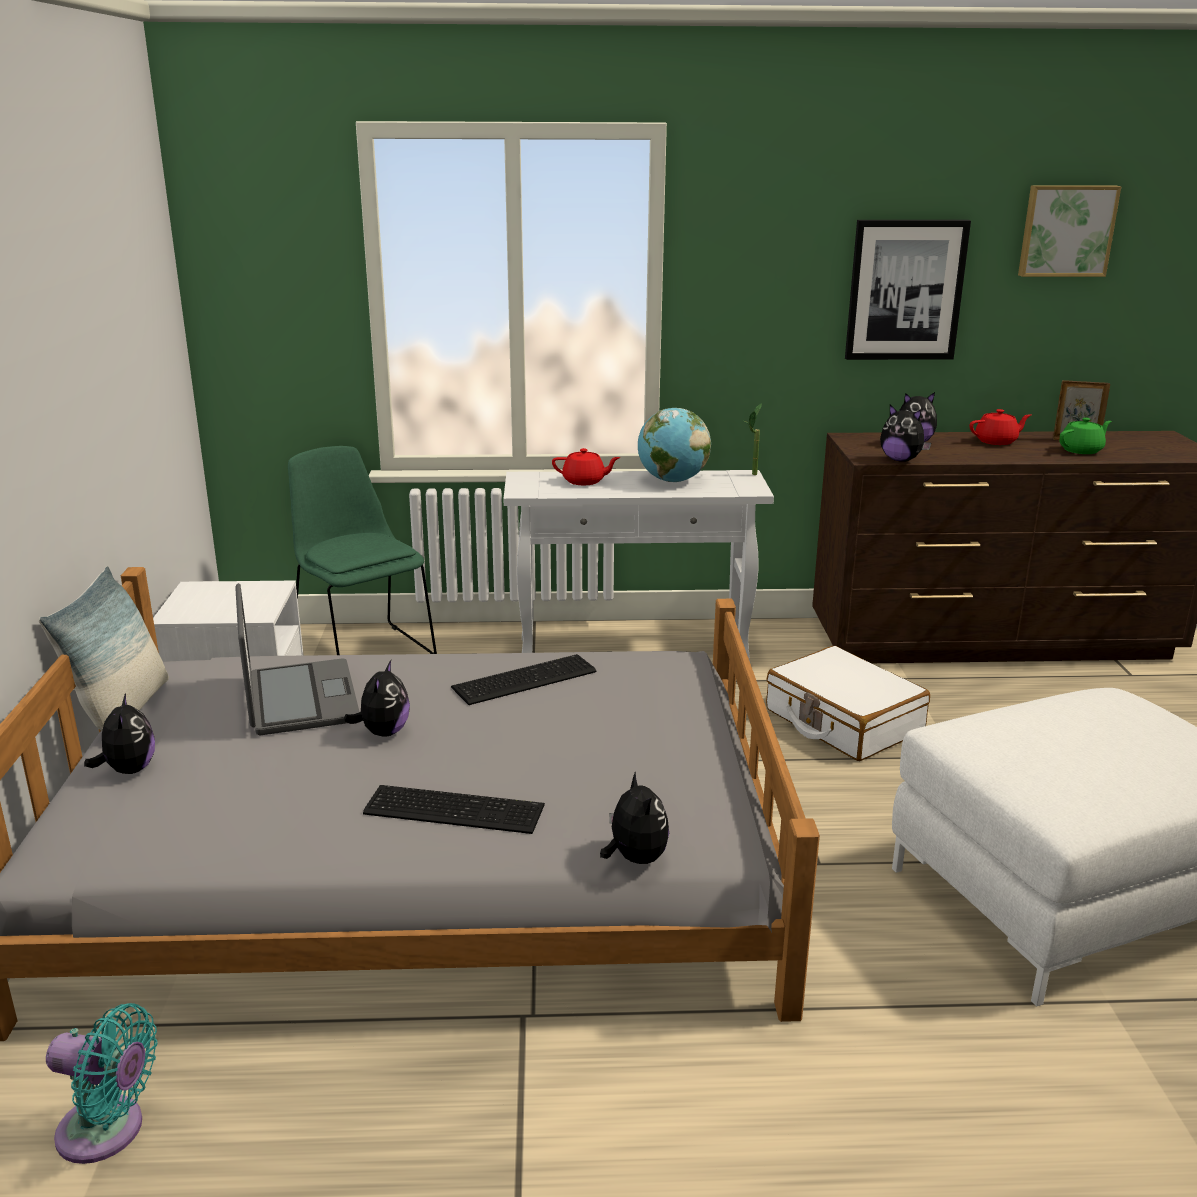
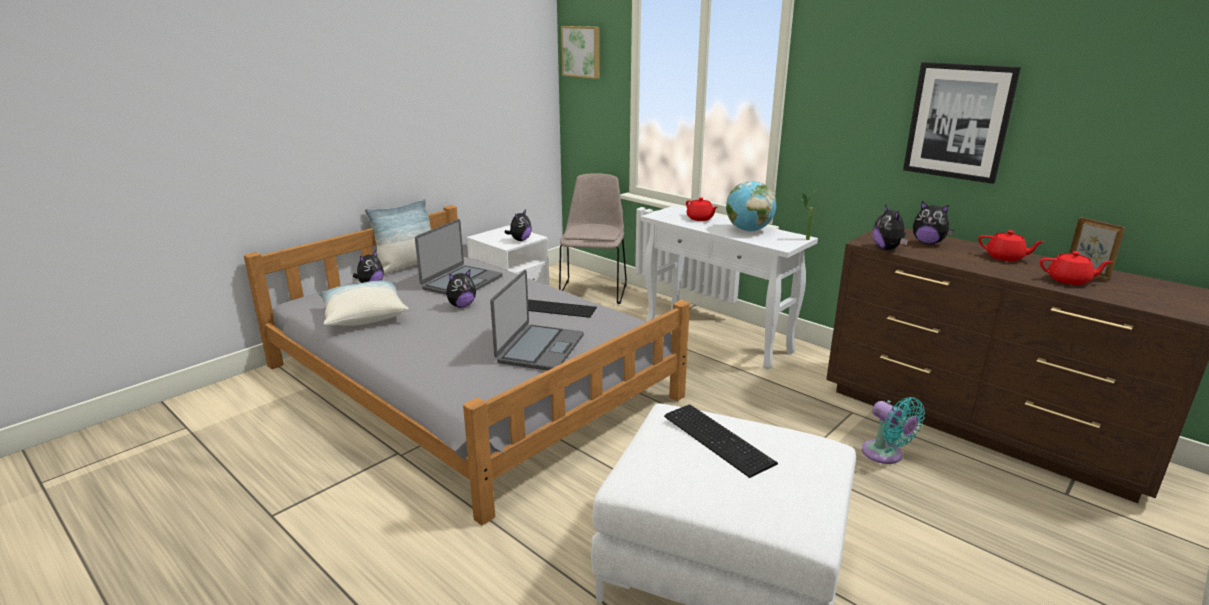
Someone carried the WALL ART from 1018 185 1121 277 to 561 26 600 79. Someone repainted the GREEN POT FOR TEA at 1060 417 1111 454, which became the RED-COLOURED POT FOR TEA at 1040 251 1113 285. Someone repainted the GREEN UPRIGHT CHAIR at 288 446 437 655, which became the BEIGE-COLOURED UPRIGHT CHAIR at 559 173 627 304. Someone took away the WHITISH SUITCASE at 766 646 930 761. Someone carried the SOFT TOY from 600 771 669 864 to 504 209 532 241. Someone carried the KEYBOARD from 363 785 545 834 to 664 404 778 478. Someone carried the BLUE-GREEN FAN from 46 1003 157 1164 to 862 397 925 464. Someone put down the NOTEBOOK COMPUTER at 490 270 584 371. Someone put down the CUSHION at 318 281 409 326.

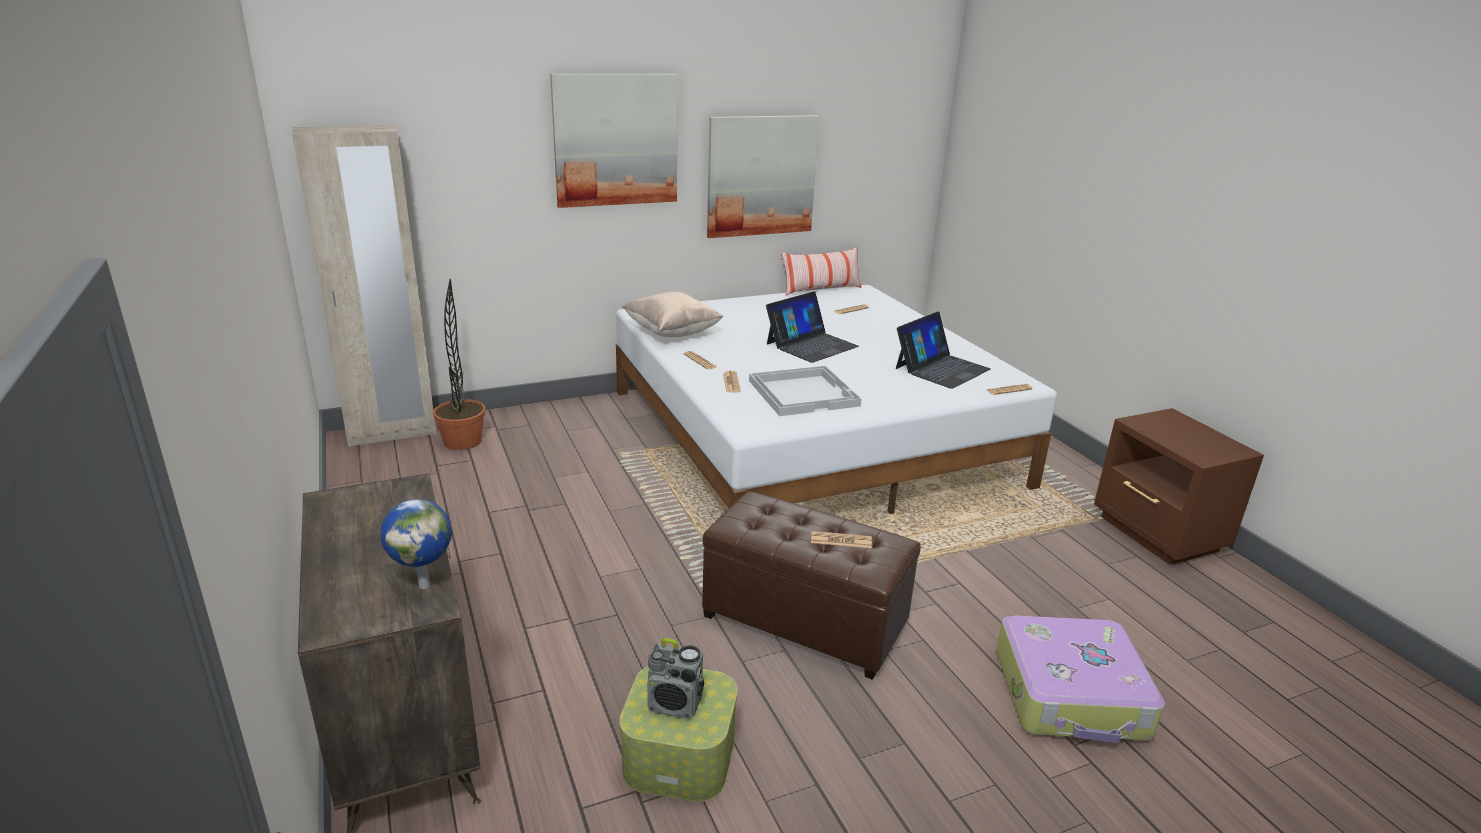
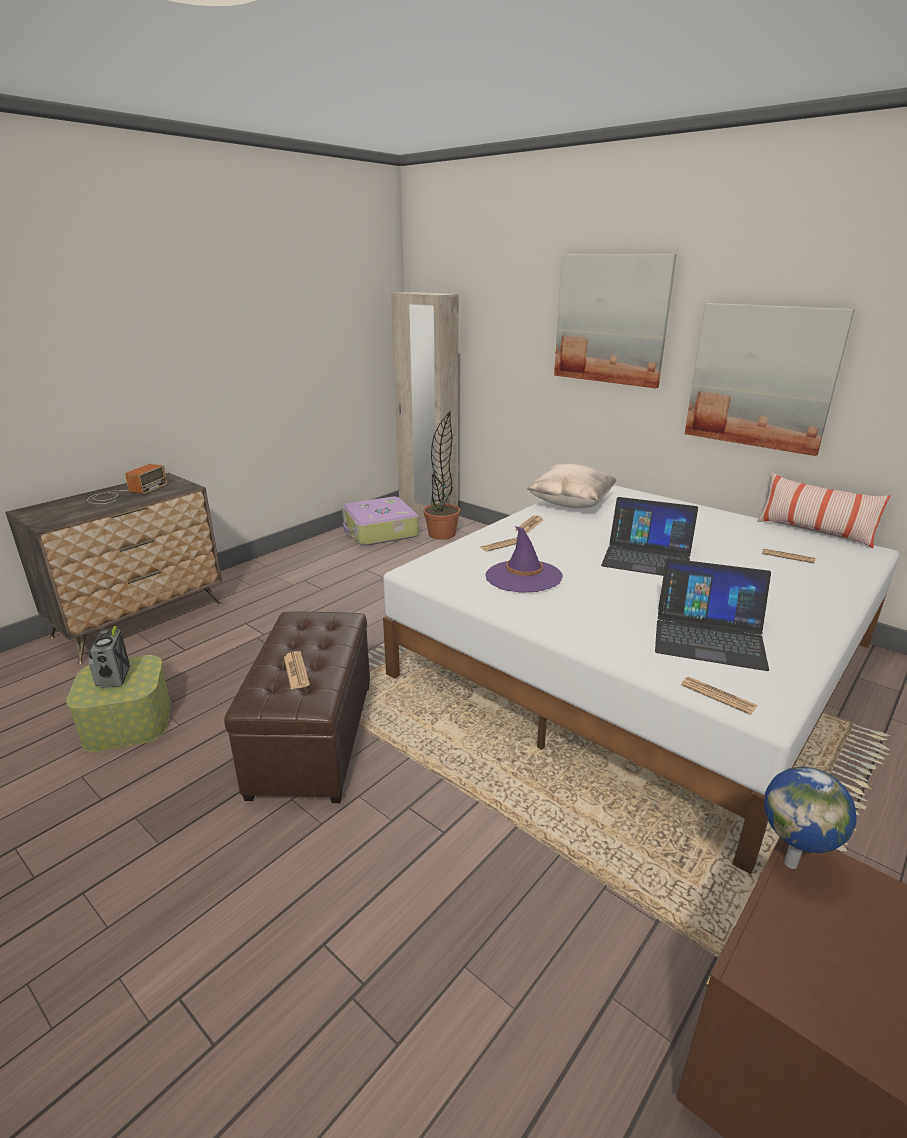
Someone swapped the WHITISH TRAY at 749 366 862 416 for the PURPLE-COLOURED CLOTHING HAT at 485 526 563 593. Someone carried the GLOBE from 381 499 452 589 to 764 766 856 869. Someone carried the SUITCASE from 996 616 1165 743 to 342 497 419 546. Someone put down the RADIO at 87 464 167 504.

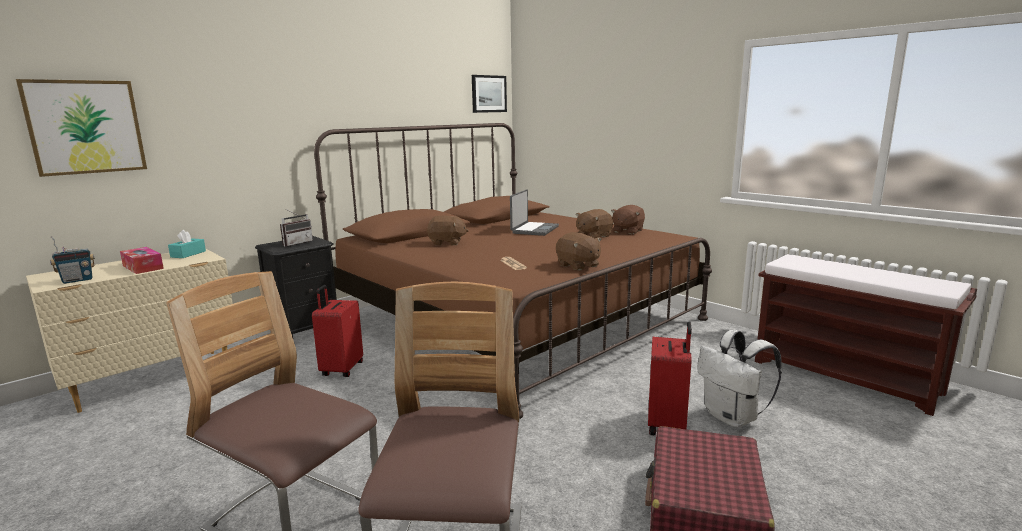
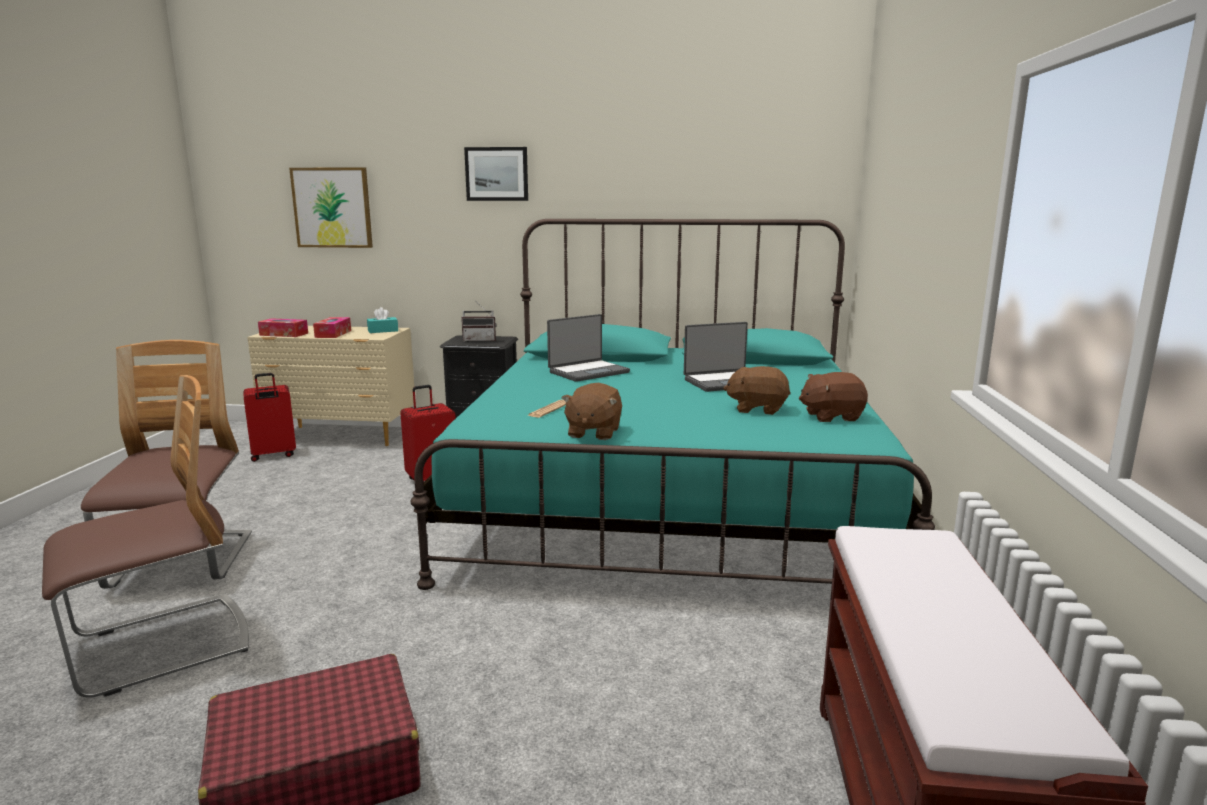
Someone carried the WALL ART from 472 75 507 113 to 464 147 528 201. Someone repainted the BROWNISH BED at 314 123 712 419, which became the BLUE-GREEN BED at 410 219 935 590. Someone swapped the BROWNISH SOFT TOY at 427 215 469 245 for the NOTEBOOK COMPUTER at 547 314 630 382. Someone swapped the RADIO at 50 236 95 284 for the TISSUE BOX at 258 318 308 337. Someone carried the RED-COLOURED SUITCASE from 648 322 692 435 to 244 373 296 462. Someone took away the WHITISH BACKPACK at 697 330 782 427.

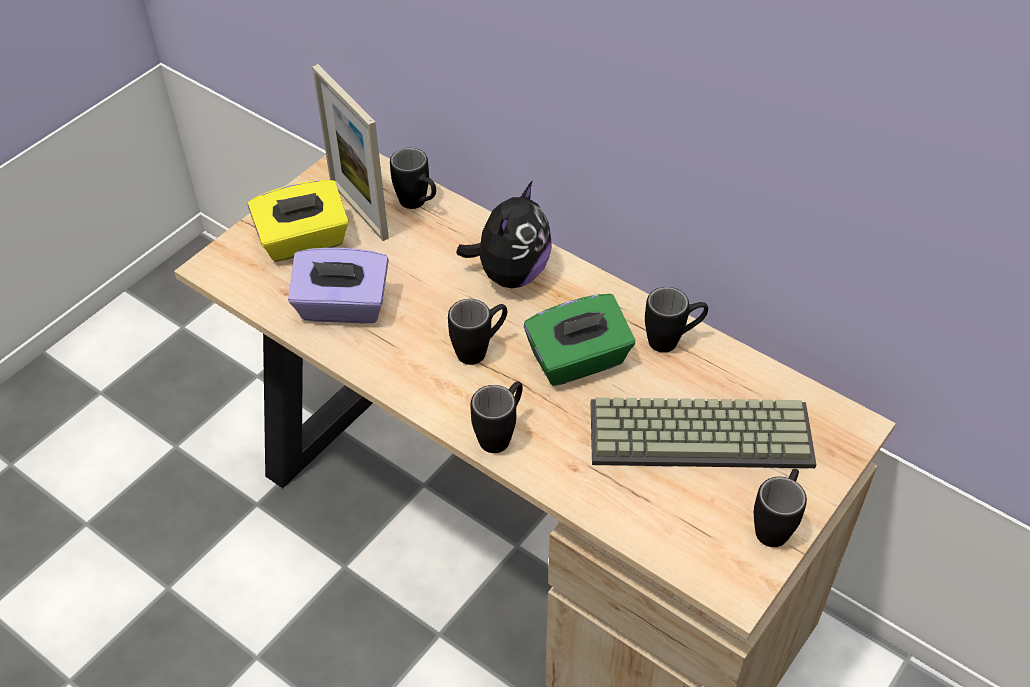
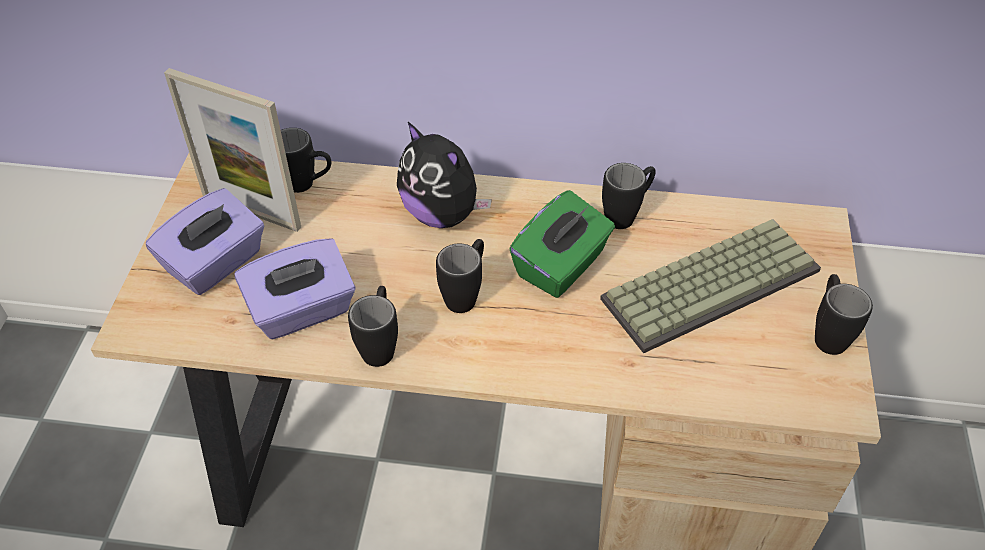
Someone repainted the YELLOW TISSUE BOX at 248 180 349 262, which became the PURPLE-COLOURED TISSUE BOX at 146 188 264 295. Someone rotated the SOFT TOY at 456 180 552 288 by 135 degrees clockwise. Someone carried the BLACK COFFEE MUG from 471 381 523 453 to 348 286 398 367.

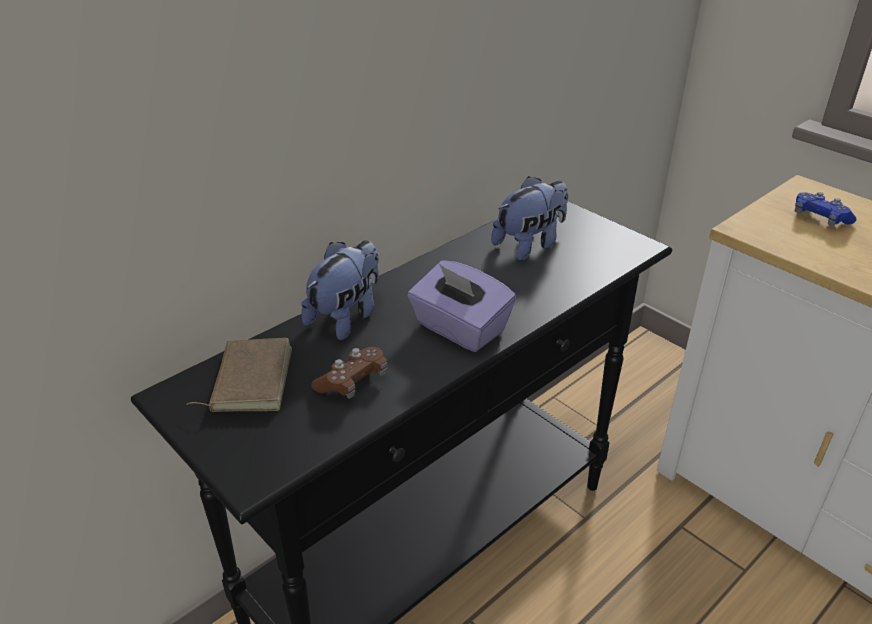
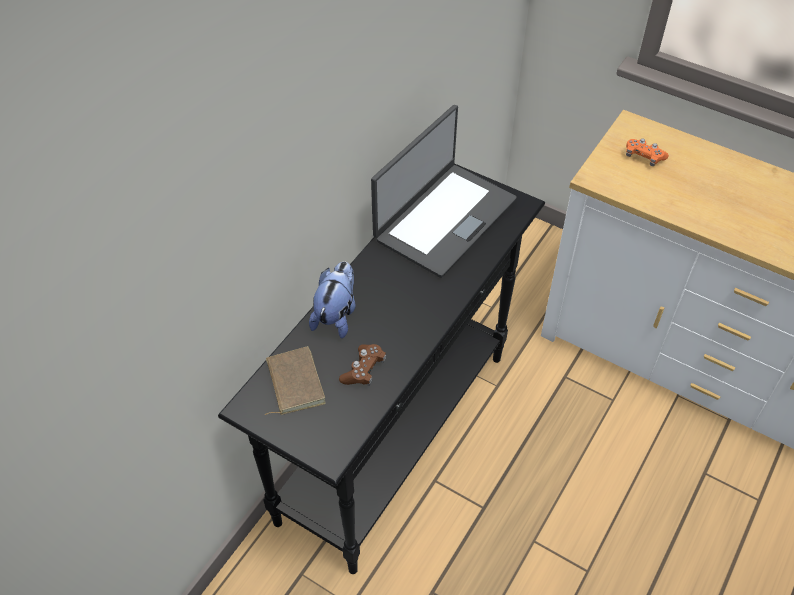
Someone swapped the SOFT TOY at 491 176 568 261 for the NOTEBOOK COMPUTER at 371 105 517 278. Someone repainted the BLUISH GAMEPAD at 795 192 856 226, which became the ORANGE-COLOURED GAMEPAD at 626 138 669 166. Someone took away the PURPLE-COLOURED TISSUE BOX at 408 260 516 352.

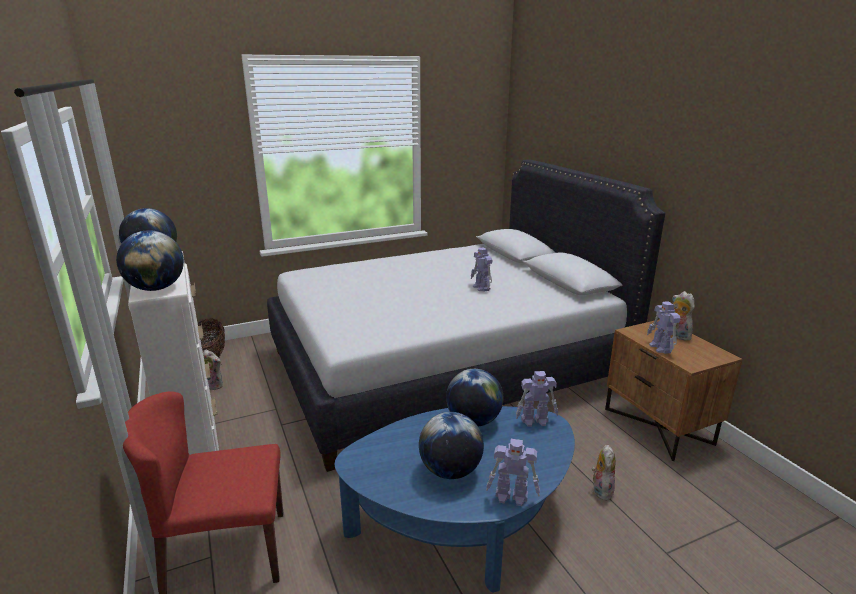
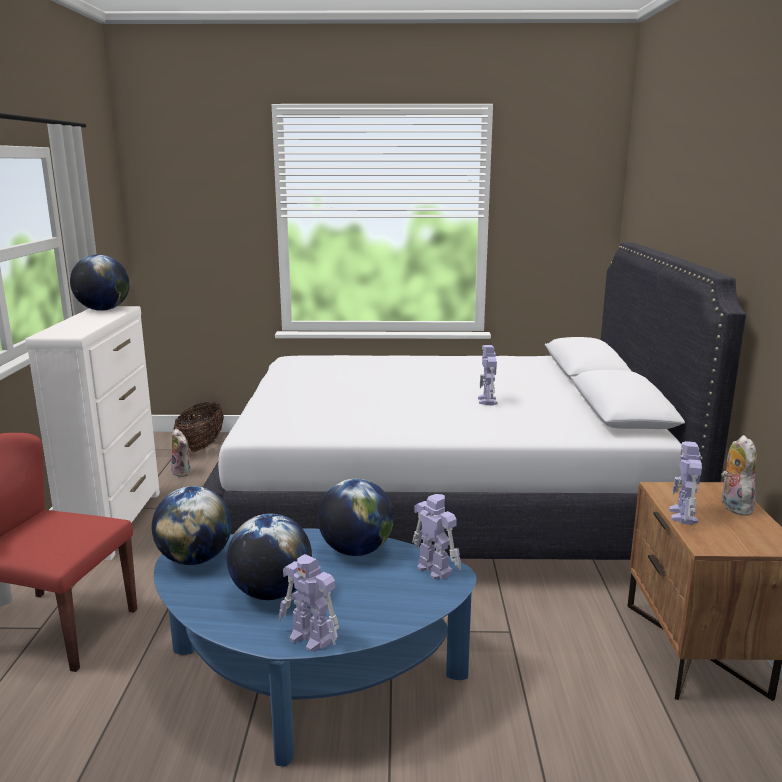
Someone carried the GLOBE from 116 230 184 291 to 152 486 232 565. Someone rotated the ROBOT FIGURE at 516 371 558 427 by 150 degrees counterclockwise. Someone took away the SOFT TOY at 592 445 616 502.

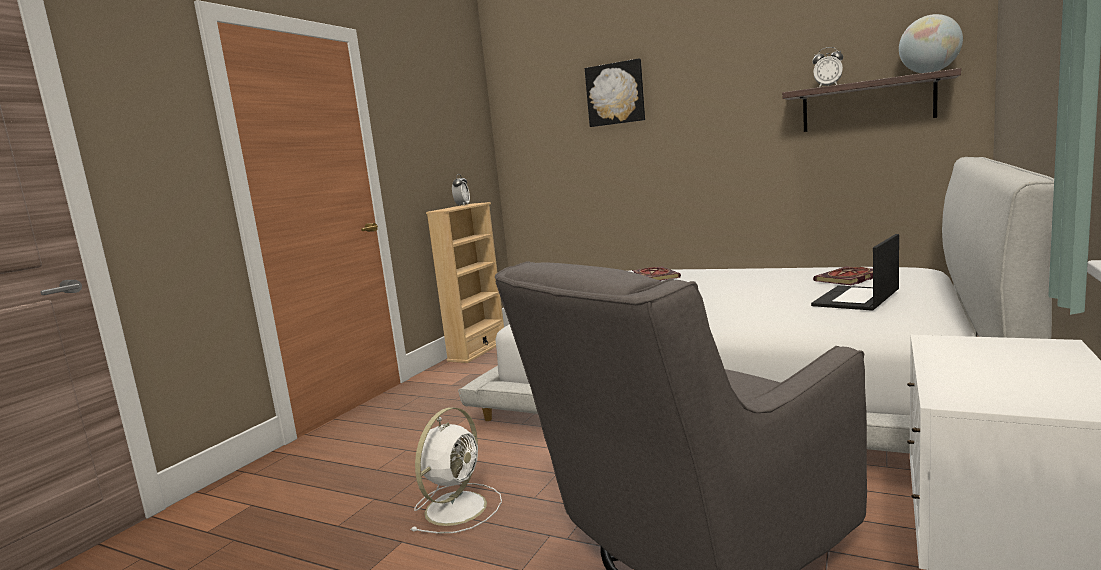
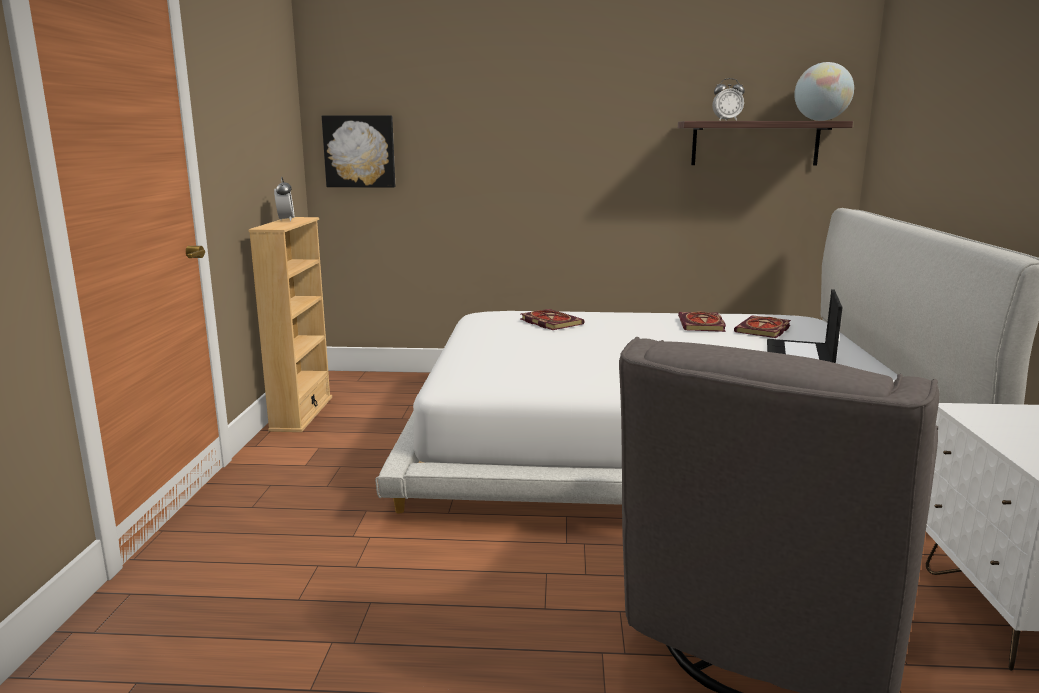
Someone carried the WALL ART from 585 58 645 127 to 322 115 395 188. Someone took away the WHITISH FAN at 411 408 502 533. Someone put down the BOOK at 678 312 726 332.

